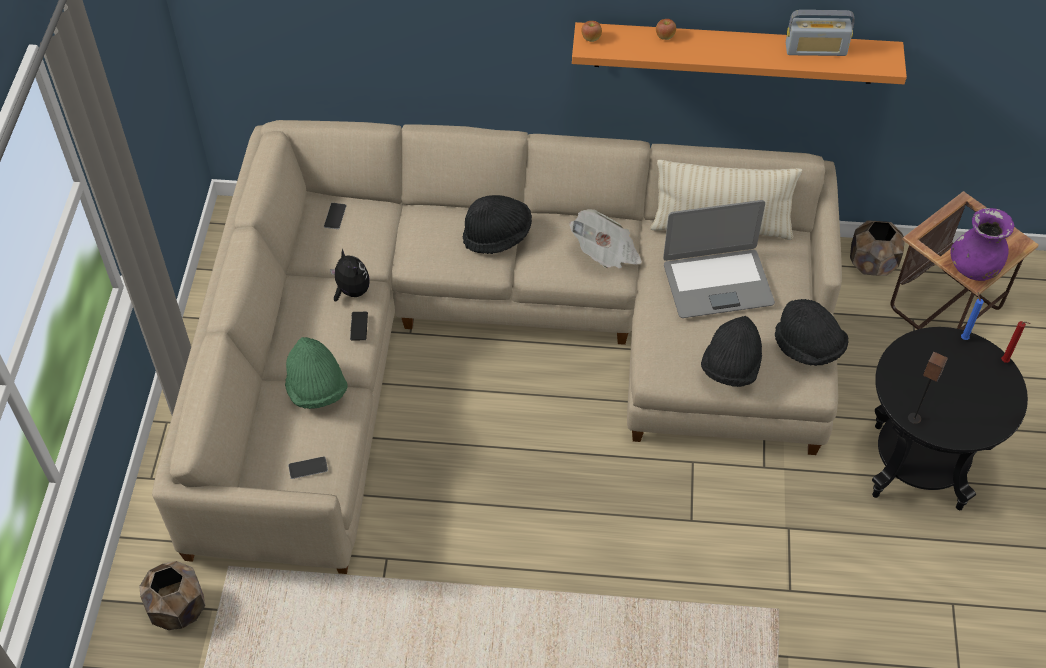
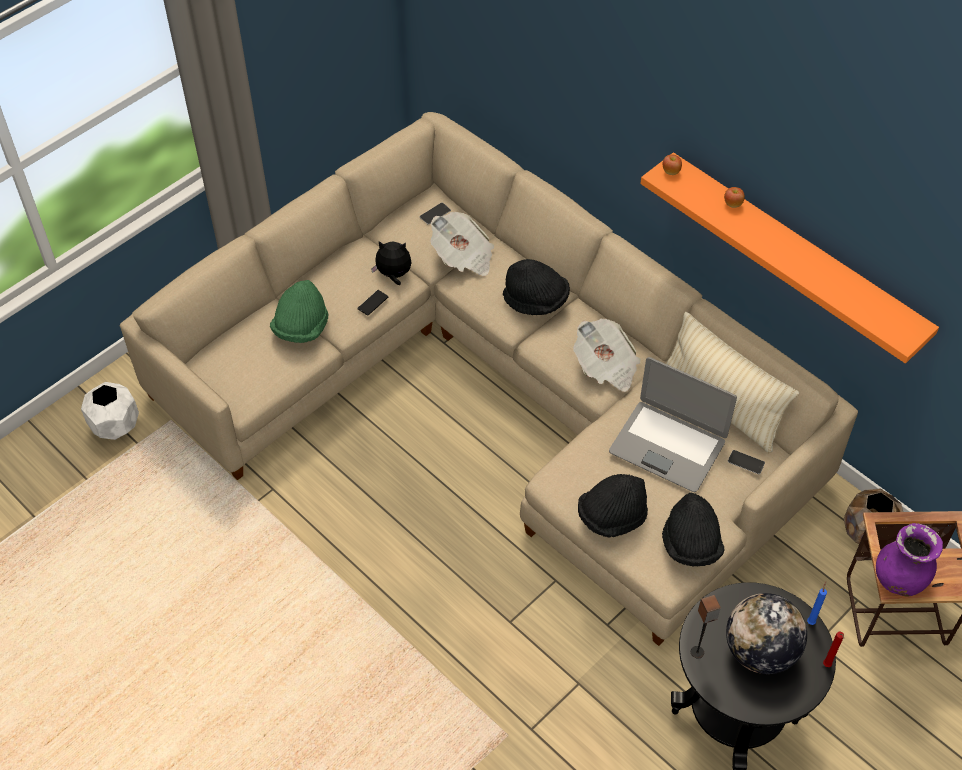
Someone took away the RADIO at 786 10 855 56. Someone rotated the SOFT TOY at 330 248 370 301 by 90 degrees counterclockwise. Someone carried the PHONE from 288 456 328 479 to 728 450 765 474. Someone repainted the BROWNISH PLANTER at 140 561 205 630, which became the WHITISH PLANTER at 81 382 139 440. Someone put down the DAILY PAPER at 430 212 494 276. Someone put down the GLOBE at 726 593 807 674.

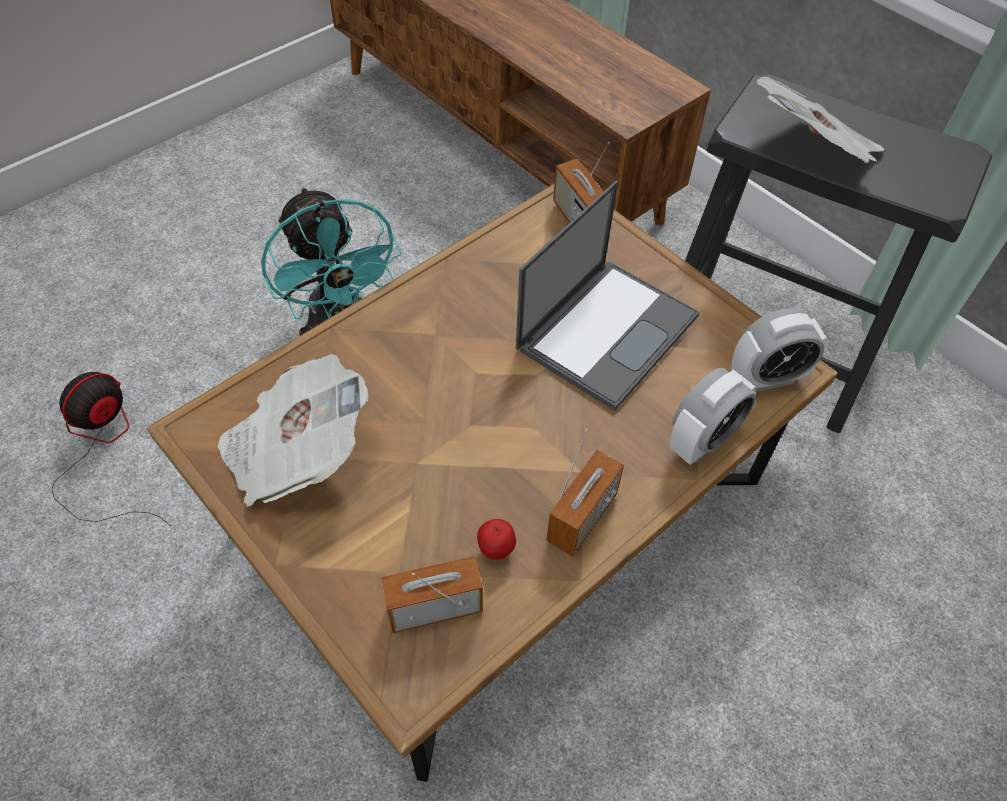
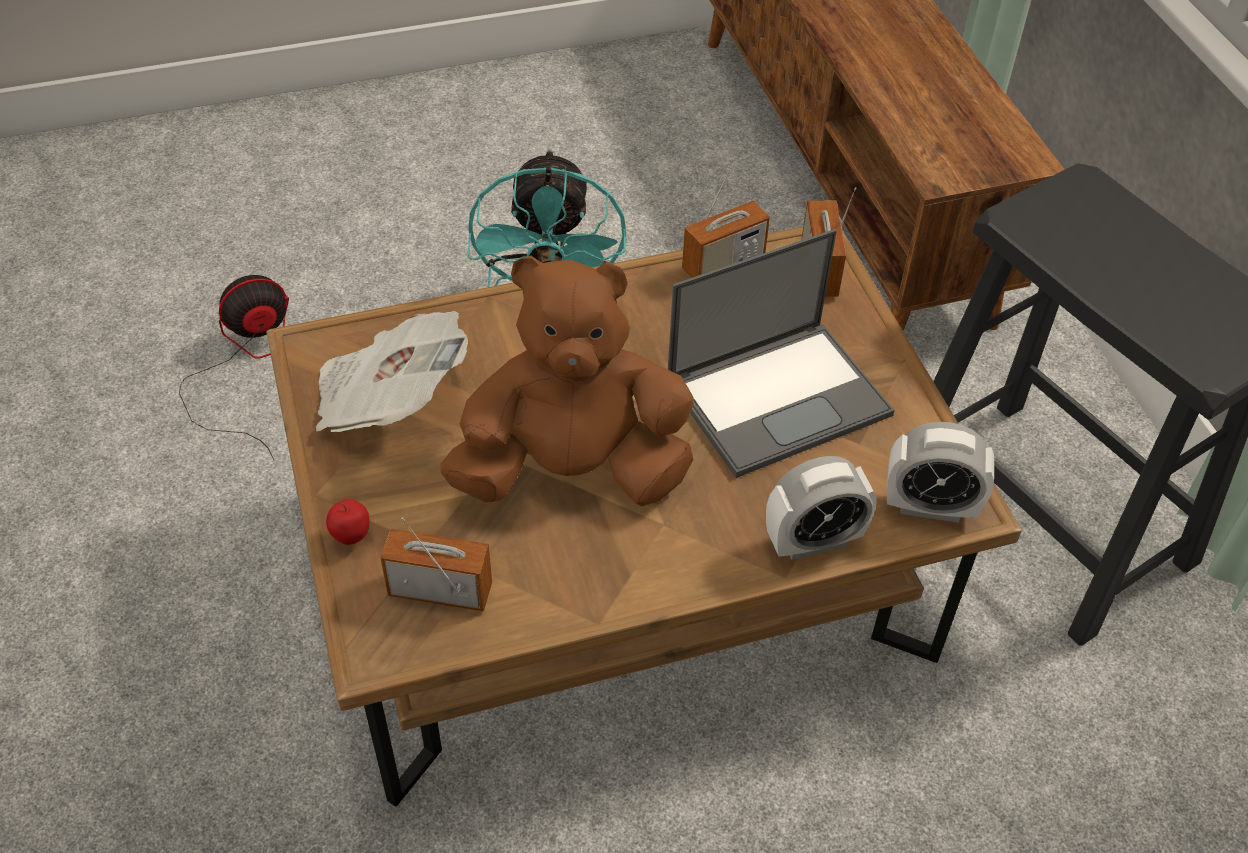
Someone took away the DAILY PAPER at 757 77 884 163. Someone carried the RADIO from 546 429 624 557 to 682 156 770 278. Someone carried the APPLE from 477 519 516 560 to 326 499 369 545. Someone put down the BROWNISH SOFT TOY at 440 256 694 506.

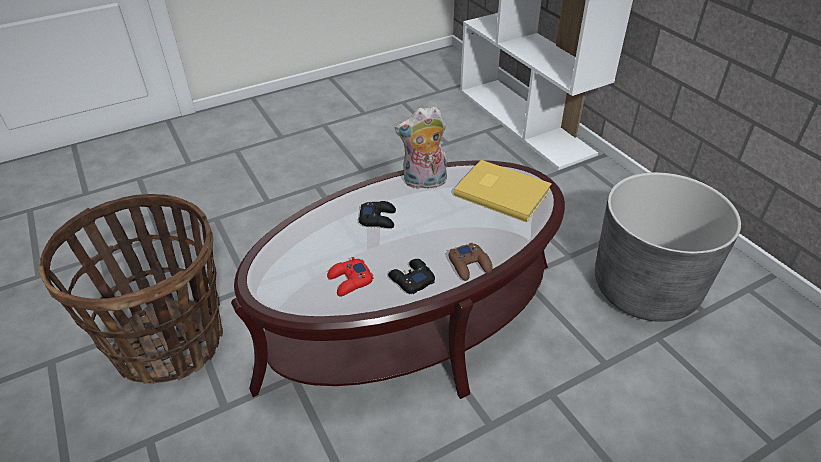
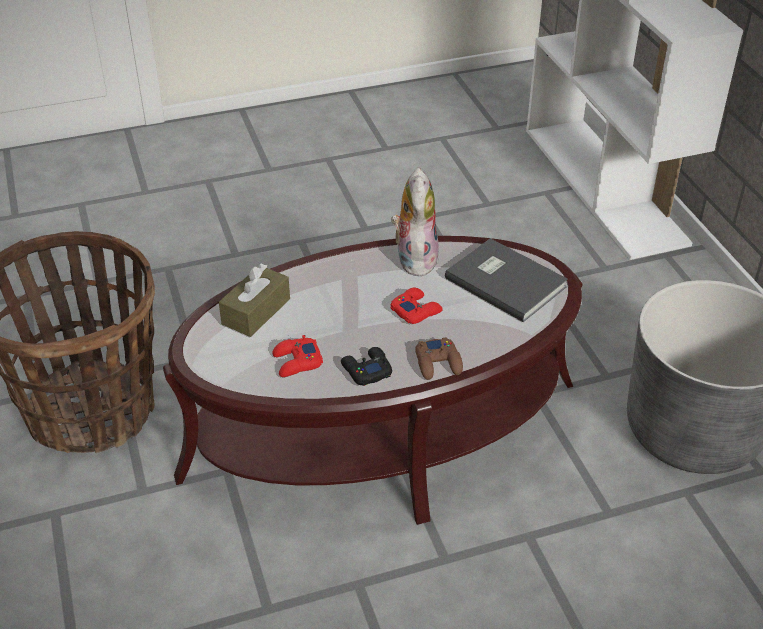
Someone rotated the SOFT TOY at 395 106 447 189 by 90 degrees clockwise. Someone repainted the YELLOW BOOK at 454 160 552 222, which became the GREYISH BOOK at 445 238 568 322. Someone took away the BLACK GAMEPAD at 359 201 396 228. Someone put down the BROWNISH TISSUE BOX at 219 264 290 337. Someone put down the RED-COLOURED GAMEPAD at 390 288 443 324.

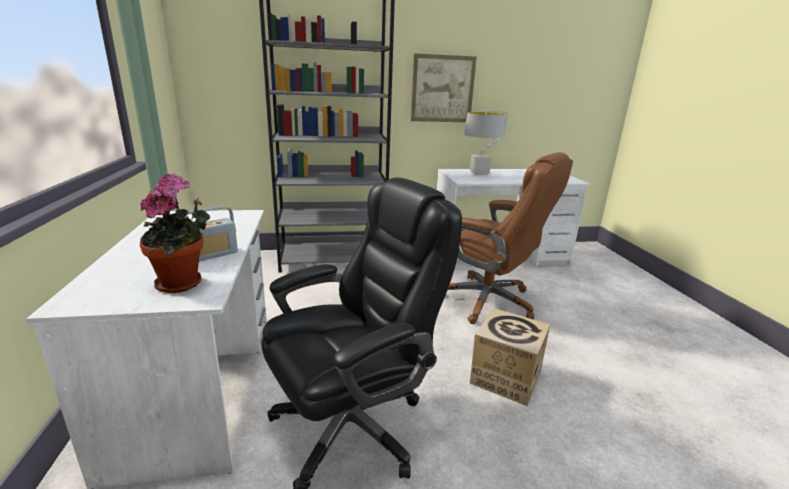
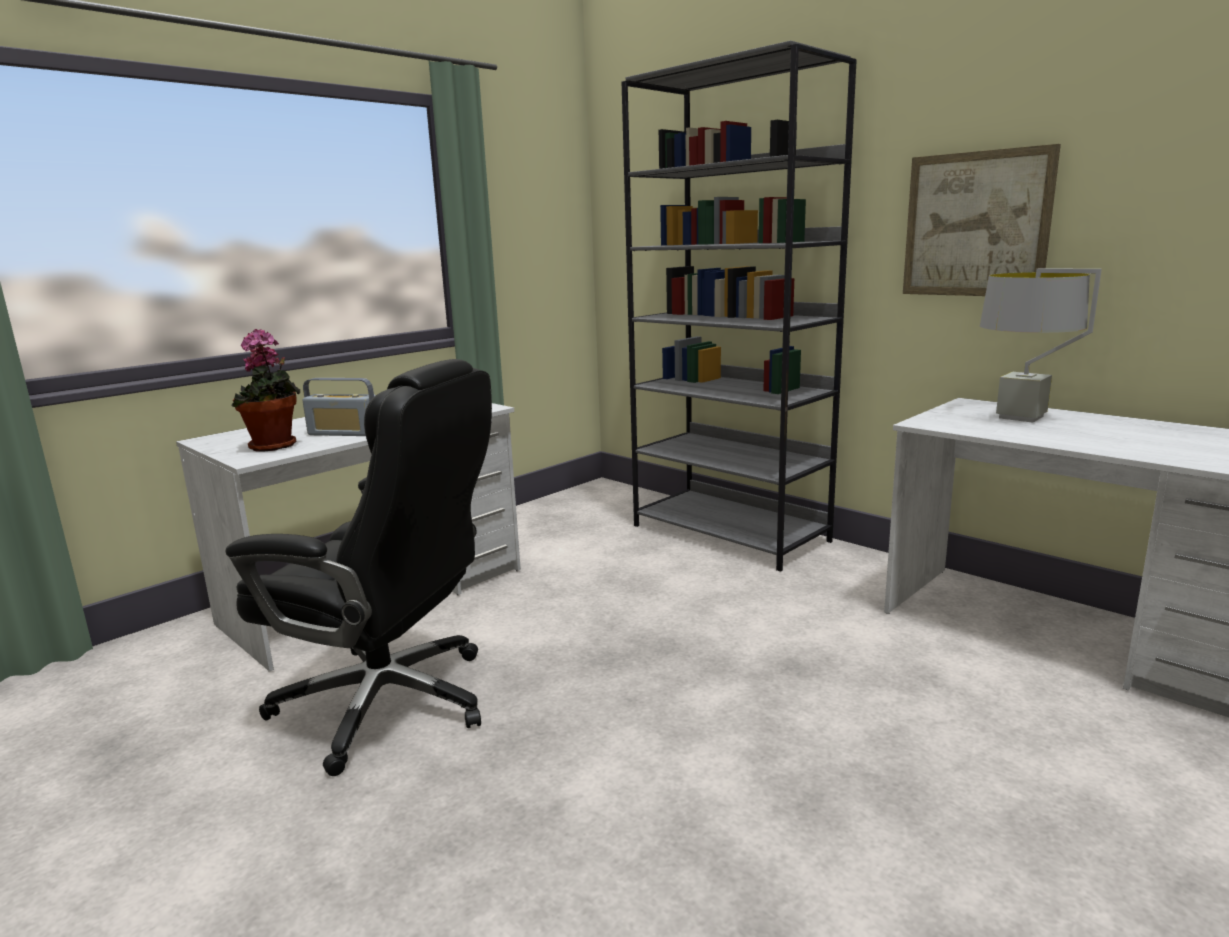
Someone took away the BROWNISH COMPUTER CHAIR at 448 152 573 324. Someone took away the PACKING BOX at 470 308 550 406.

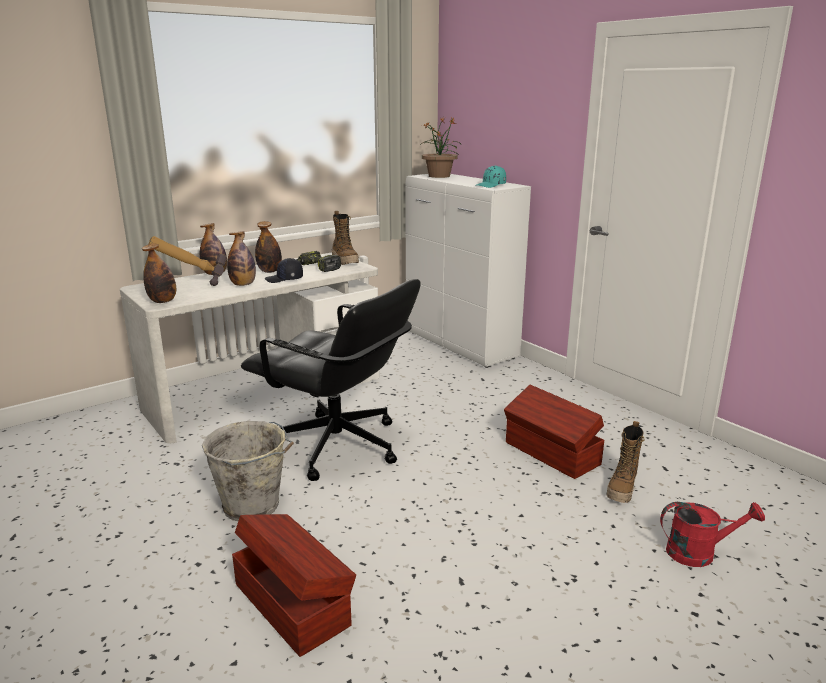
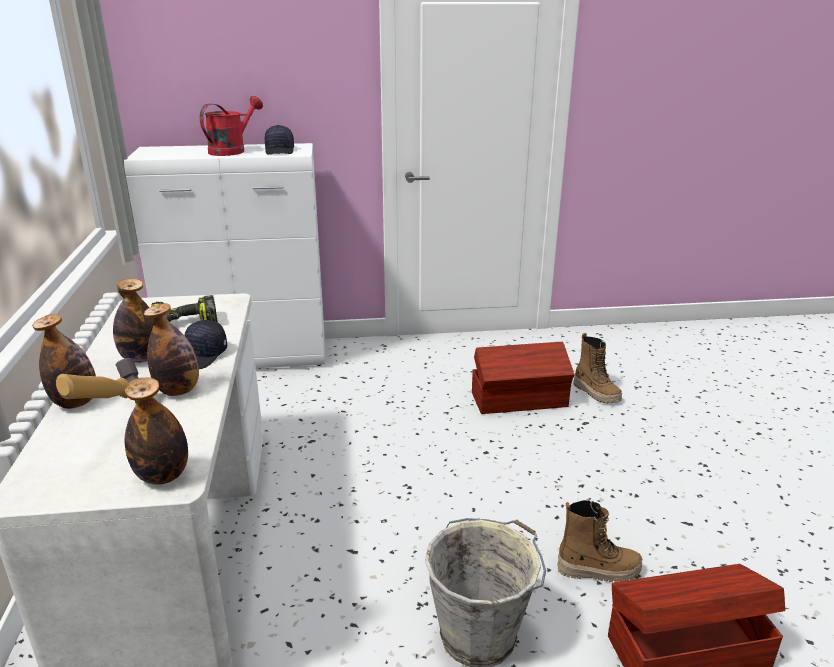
Someone took away the PLANT IN A POT at 419 117 461 178. Someone repainted the BLUE-GREEN PEAKED CAP at 475 165 506 188, which became the BLACK PEAKED CAP at 265 125 294 155. Someone carried the HIGH-TOP BOOT from 332 211 359 265 to 557 500 642 582. Someone took away the BLACK COMPUTER CHAIR at 241 279 421 481. Someone carried the RED-COLOURED WATERING CAN from 660 502 765 567 to 200 96 263 156.

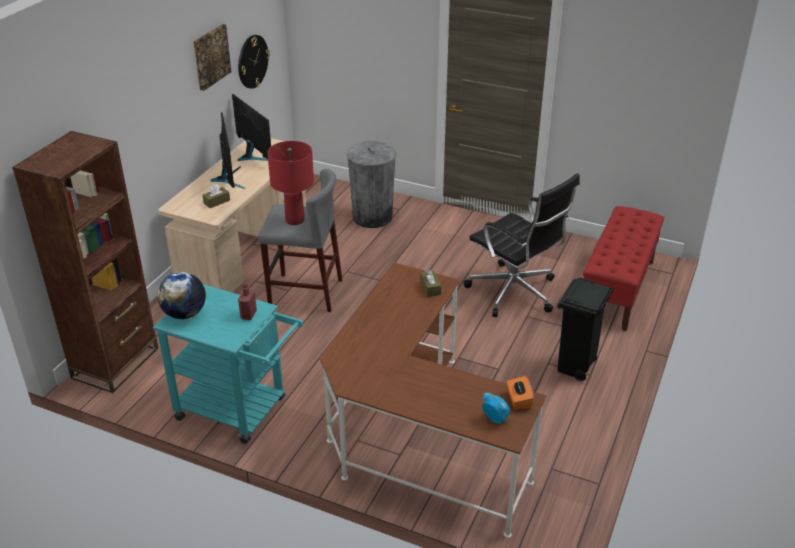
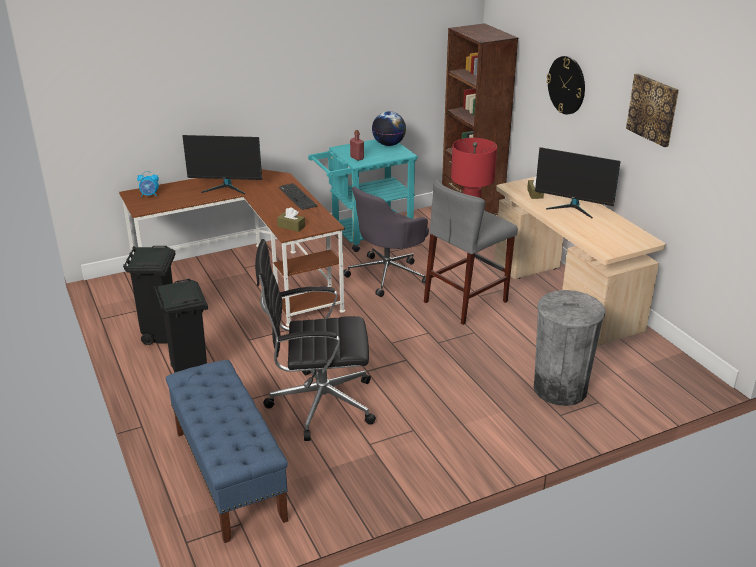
Someone carried the WALL CLOCK from 238 35 270 89 to 546 56 585 114. Someone carried the MONITOR from 232 94 271 161 to 182 135 262 194. Someone repainted the RED-COLOURED LONG SEAT at 583 206 664 331, which became the BLUISH LONG SEAT at 166 360 288 543. Someone took away the ORANGE-COLOURED TISSUE BOX at 507 376 534 410. Someone put down the KEYBOARD at 279 183 317 210. Someone put down the GREYISH COMPUTER CHAIR at 343 186 429 297. Someone put down the BLACK WASTE BIN at 123 246 176 345.

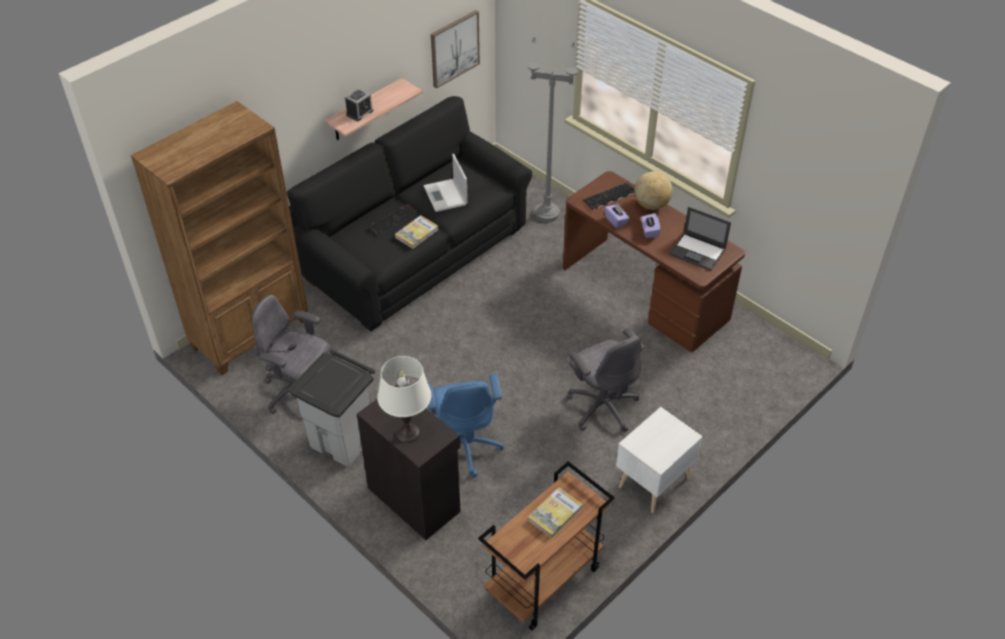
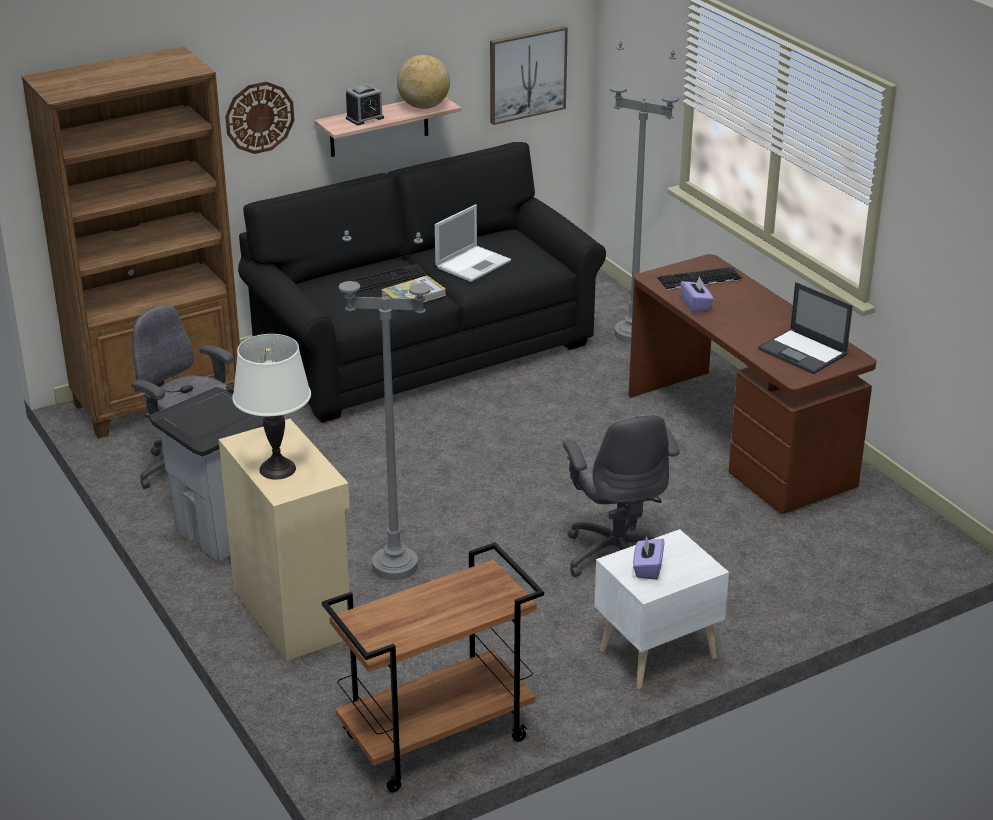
Someone rotated the NOTEBOOK COMPUTER at 423 154 468 212 by 135 degrees counterclockwise. Someone carried the GLOBE from 634 171 673 210 to 397 55 450 109. Someone carried the PURPLE-COLOURED TISSUE BOX from 641 213 660 238 to 633 535 664 580. Someone swapped the BLUISH COMPUTER CHAIR at 428 374 504 477 for the GREYISH STANDING LAMP at 339 230 430 580. Someone repainted the BLACK CUPBOARD at 357 385 461 540, which became the BEIGE-COLOURED CUPBOARD at 219 419 350 661. Someone took away the BOOK at 528 487 583 539. Someone put up the WALL CLOCK at 225 81 294 154.

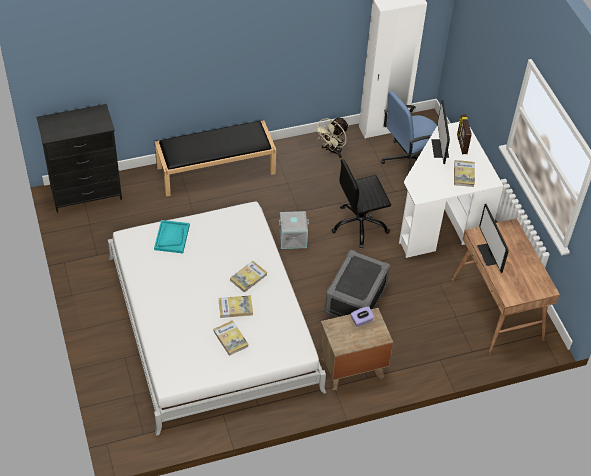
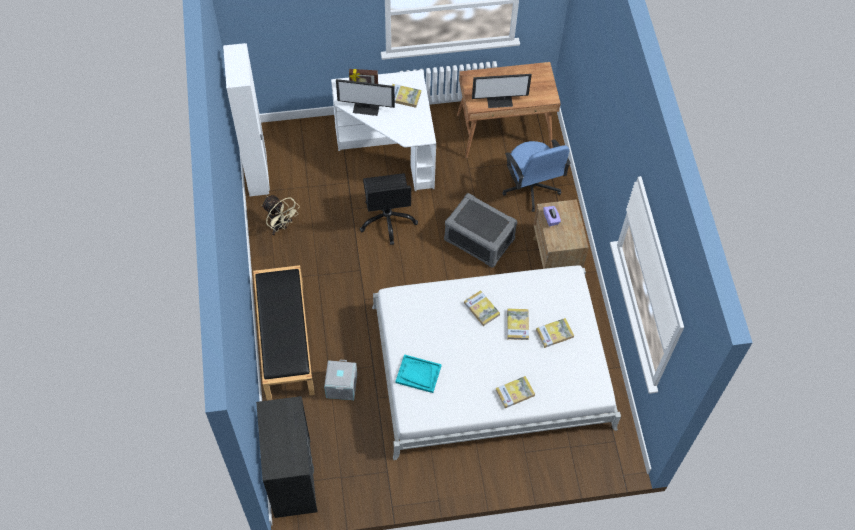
Someone carried the BLUISH COMPUTER CHAIR from 381 91 437 174 to 502 139 571 212. Someone carried the GREYISH STORAGE BOX from 279 211 309 249 to 324 360 357 400. Someone put down the BOOK at 496 376 535 408.

